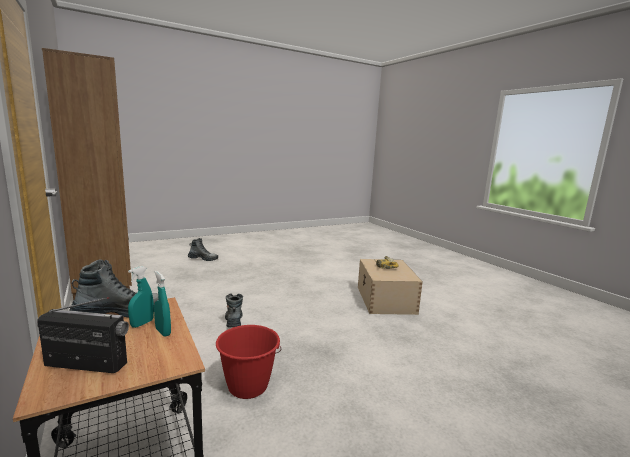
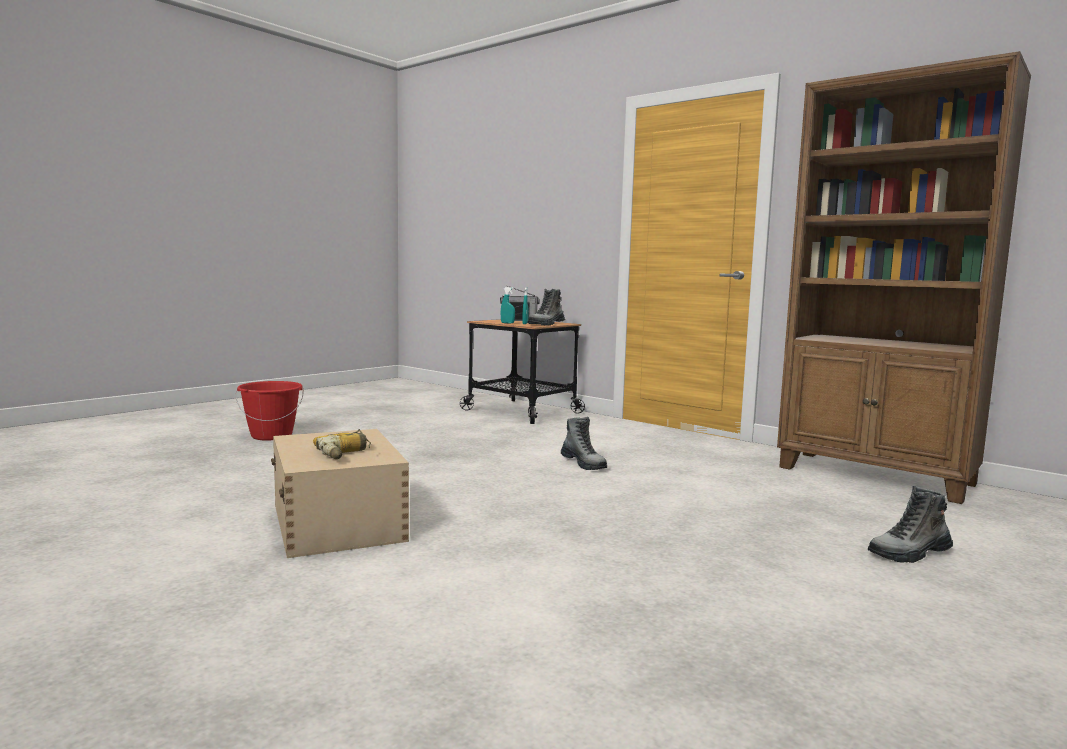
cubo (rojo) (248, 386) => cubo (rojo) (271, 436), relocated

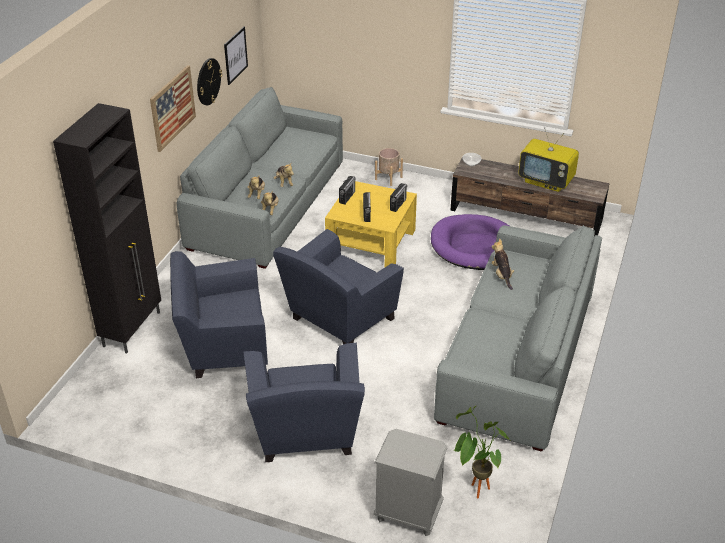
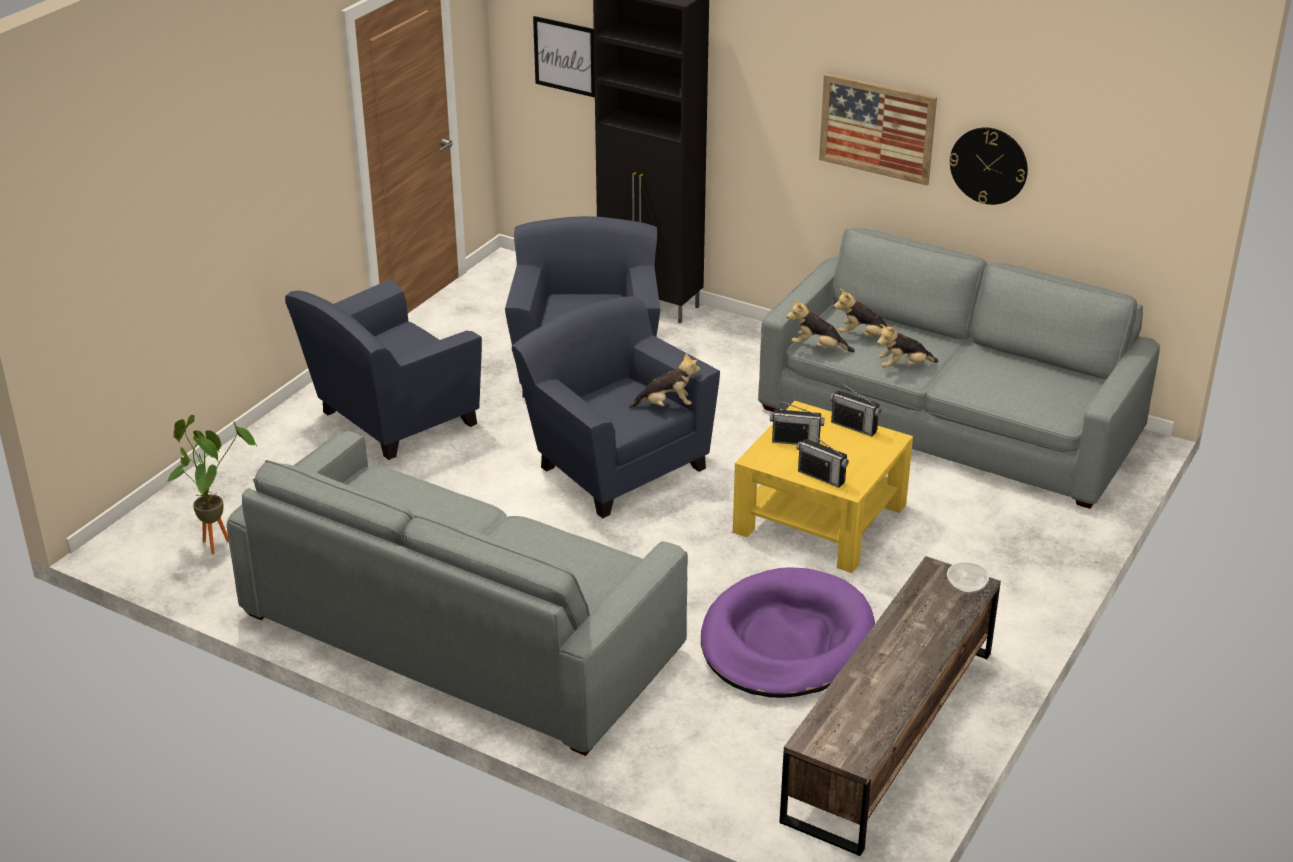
cuadro (235, 55) => cuadro (565, 56), relocated
sillón (azul) (306, 434) => sillón (azul) (390, 420), 45 degrees counterclockwise
mesita de noche (gris) (408, 514) => nothing
maceta (beis) (388, 178) => nothing
peluche (501, 275) => peluche (666, 405), relocated
televisor (546, 181) => nothing

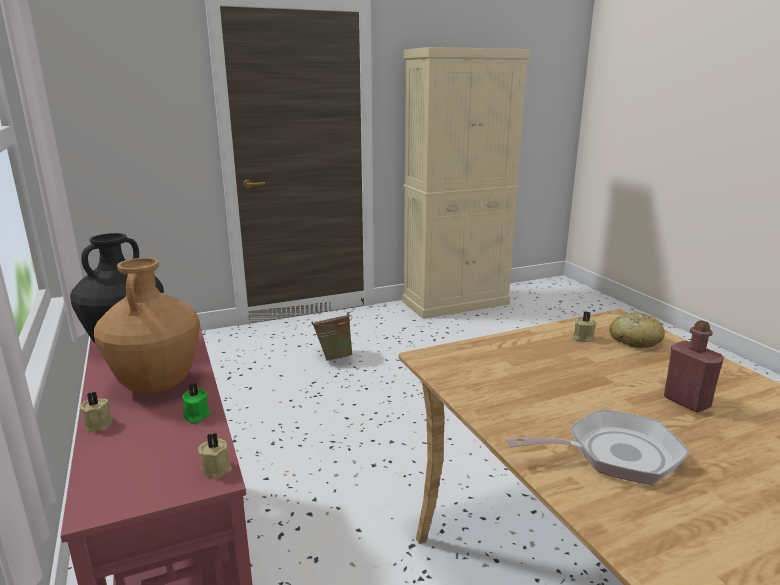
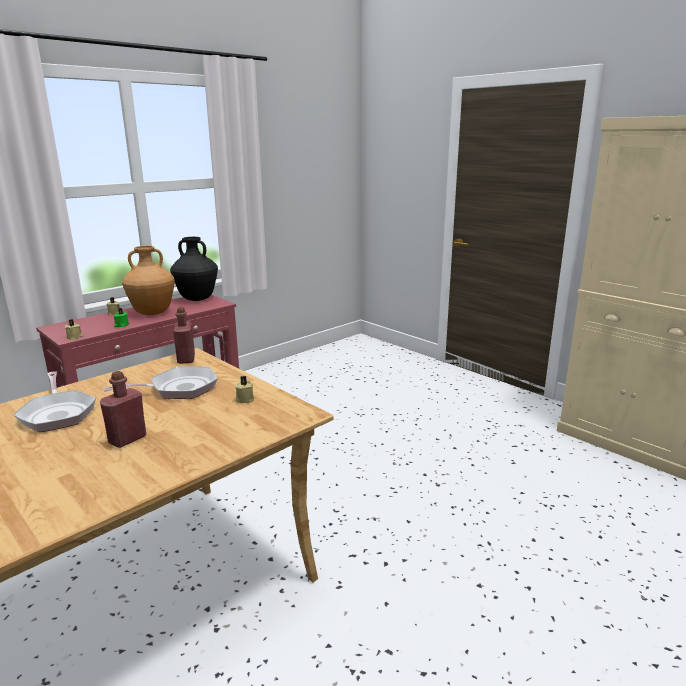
cubo (verde) (334, 357) => nothing
pan (634, 340) => nothing
nothing => sartén (178, 389)
nothing => botella (rojo) (186, 359)

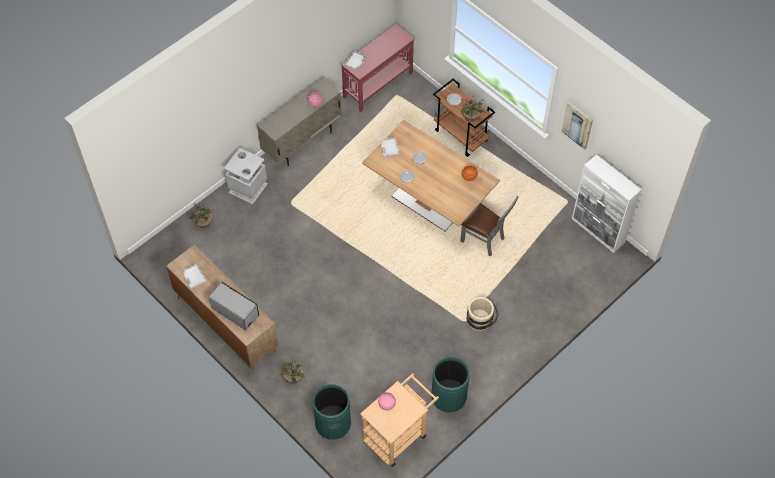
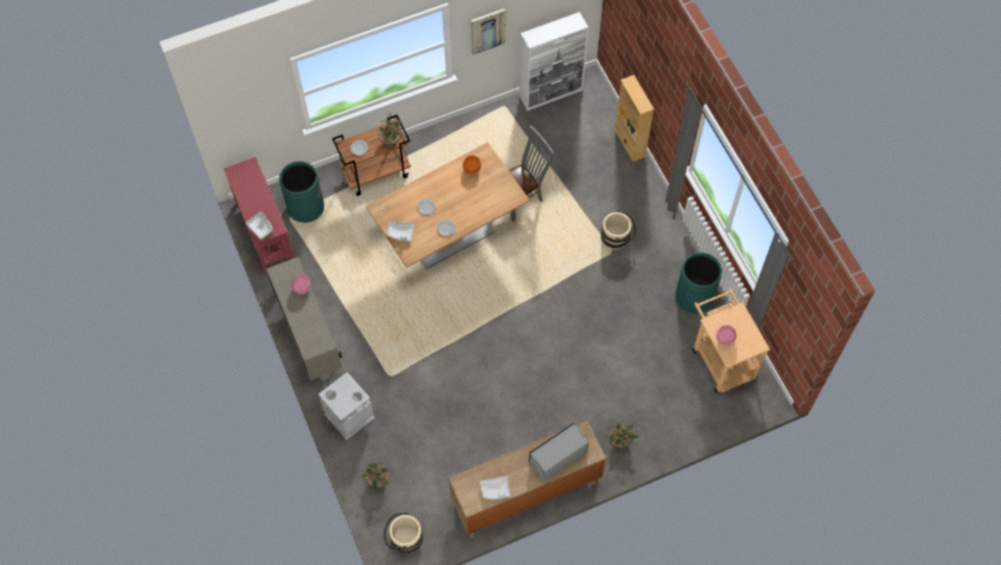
papelera (verde) (333, 423) => papelera (verde) (305, 207), relocated
nothing => cubo (beis) (403, 538)
nothing => estantería (beis) (629, 142)

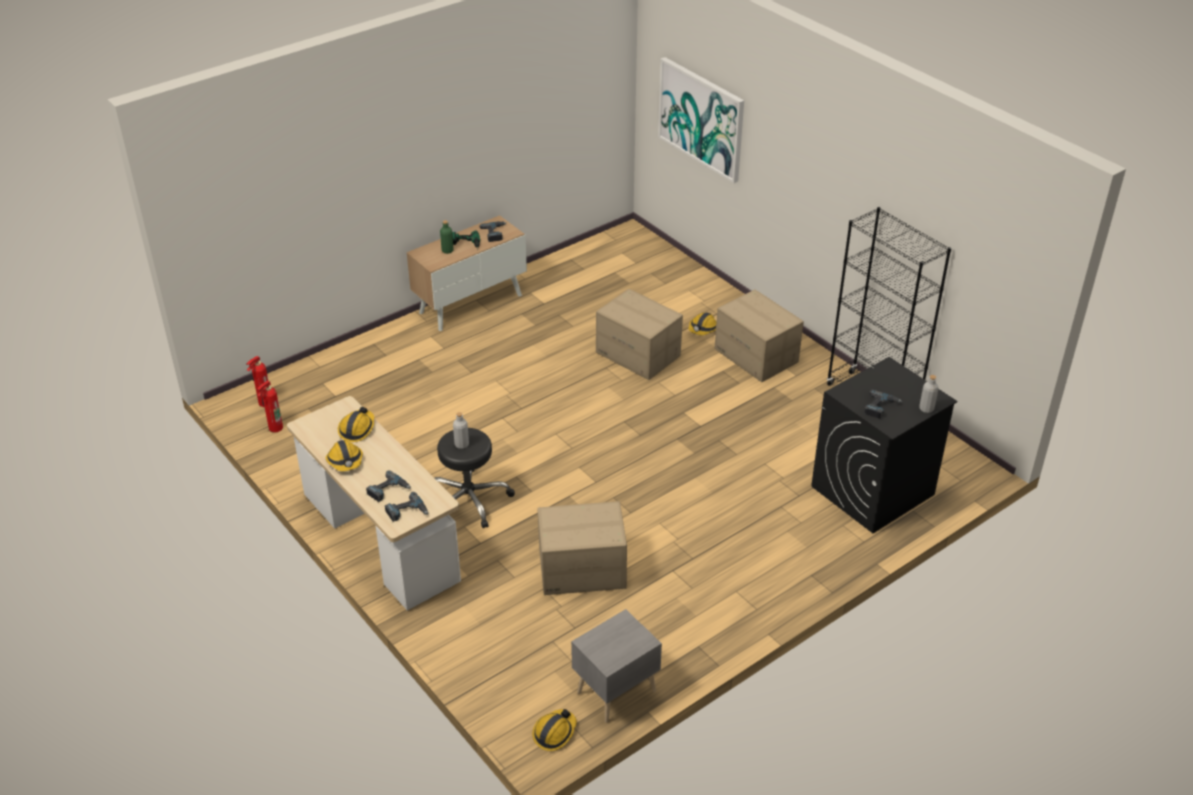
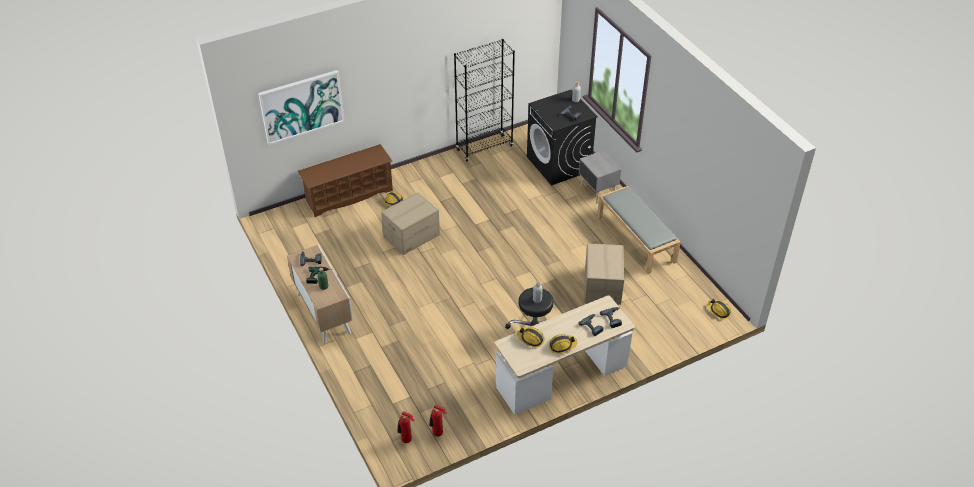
mesita de noche (gris) (614, 691) => mesita de noche (gris) (597, 192), relocated
caja de cartón (756, 355) => nothing
nothing => zapatero (marrón) (349, 195)
nothing => banco (gris) (636, 239)

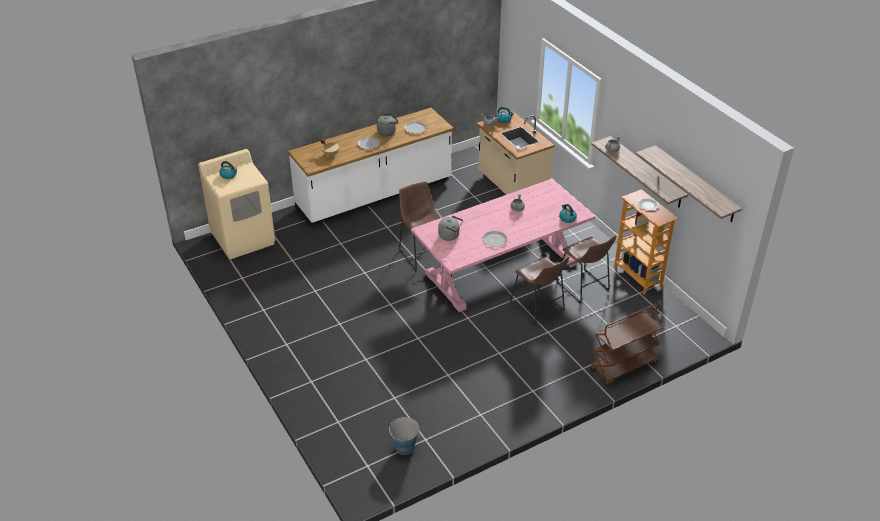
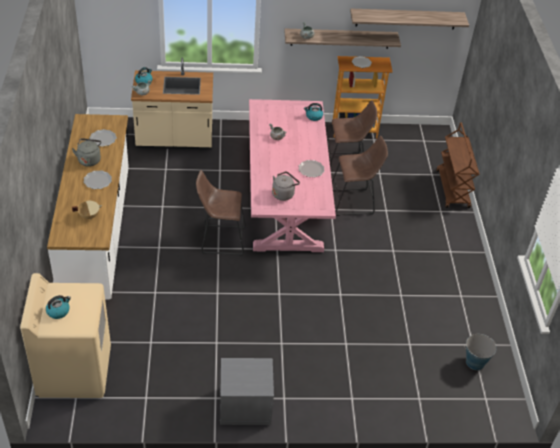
nothing => mesita de noche (gris) (244, 406)

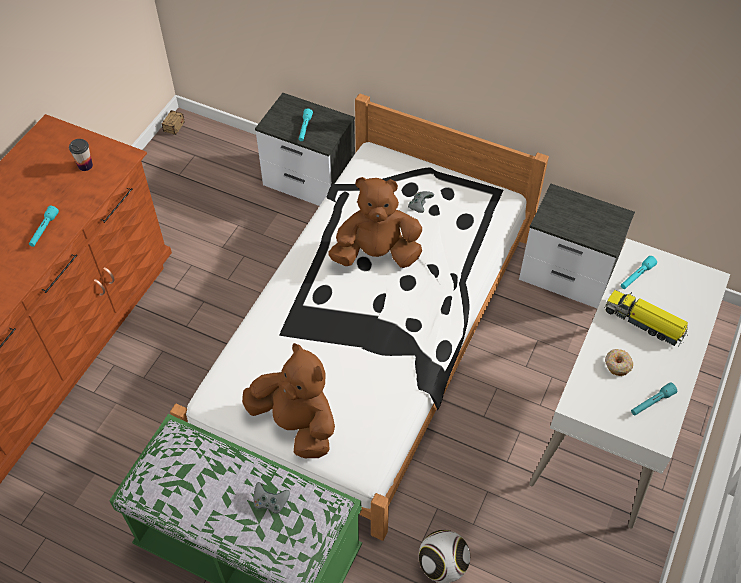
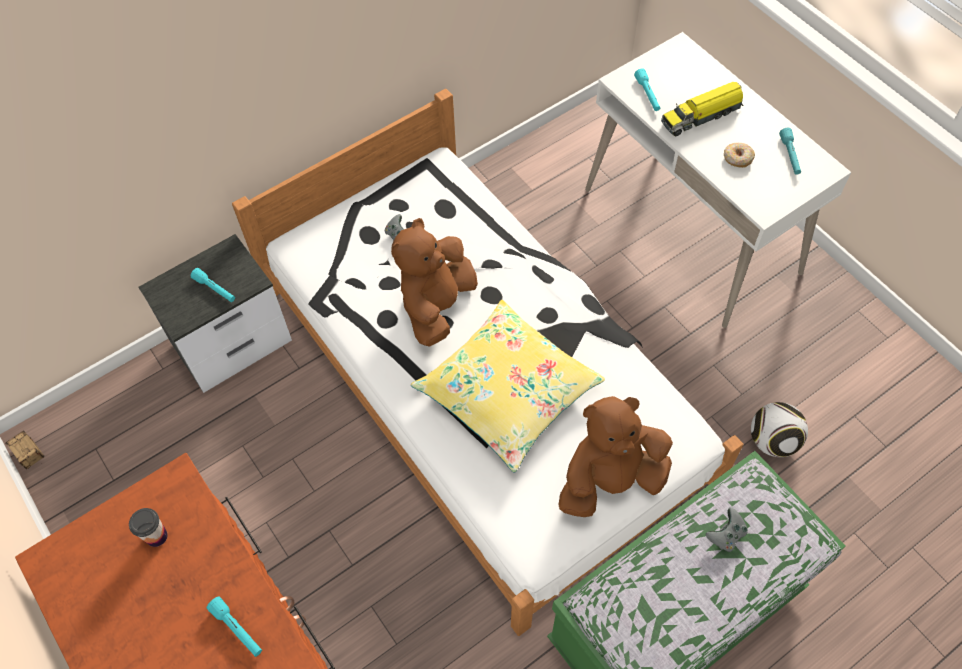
mesita de noche (568, 275) => nothing
nothing => cojín (amarillo) (507, 392)

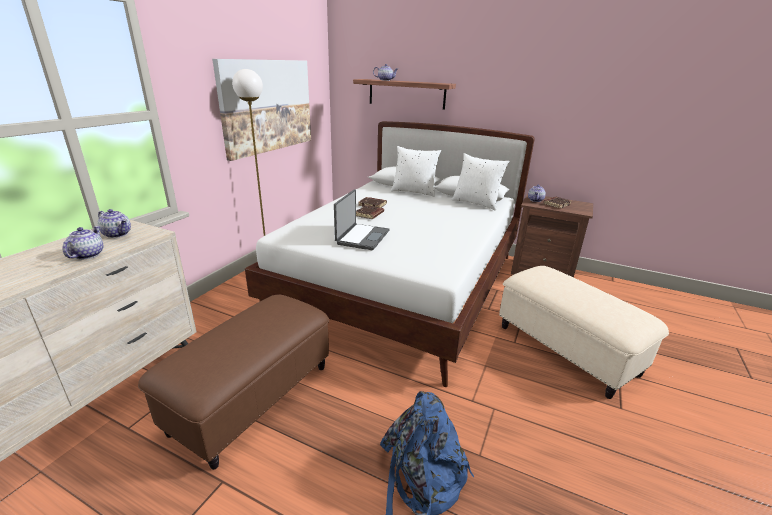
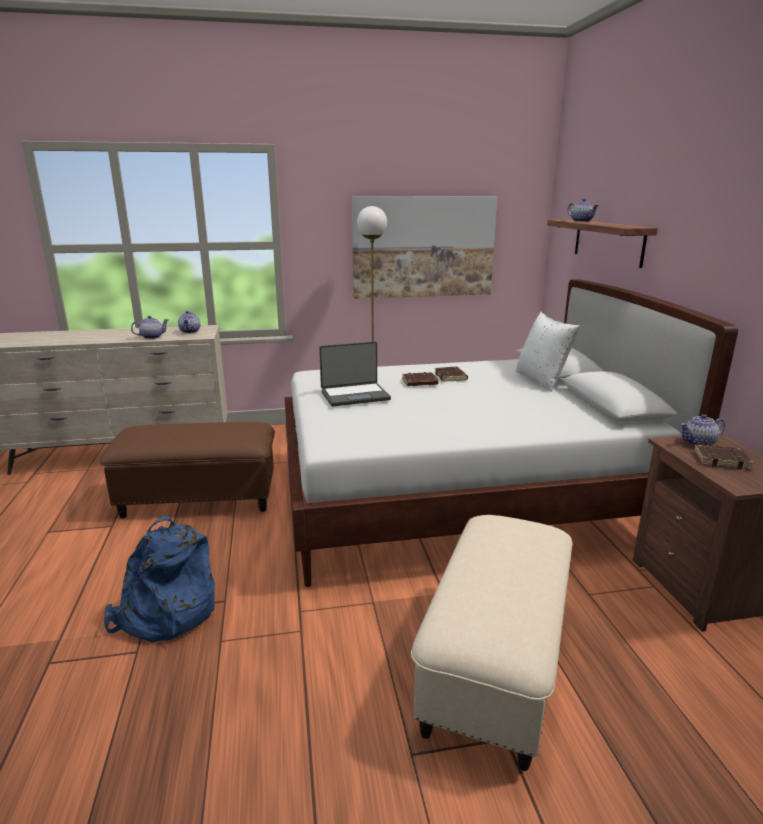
cojín (blanco) (476, 203) => nothing

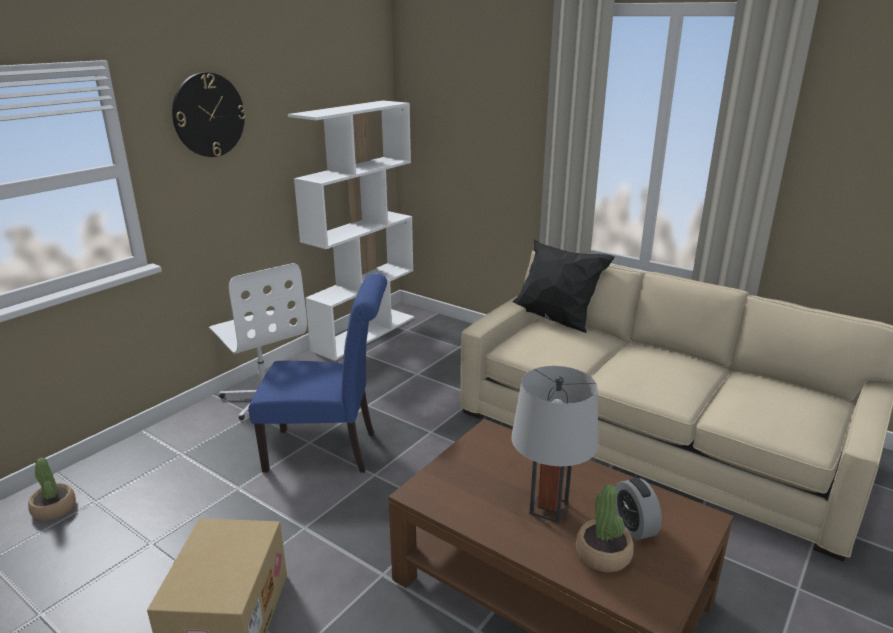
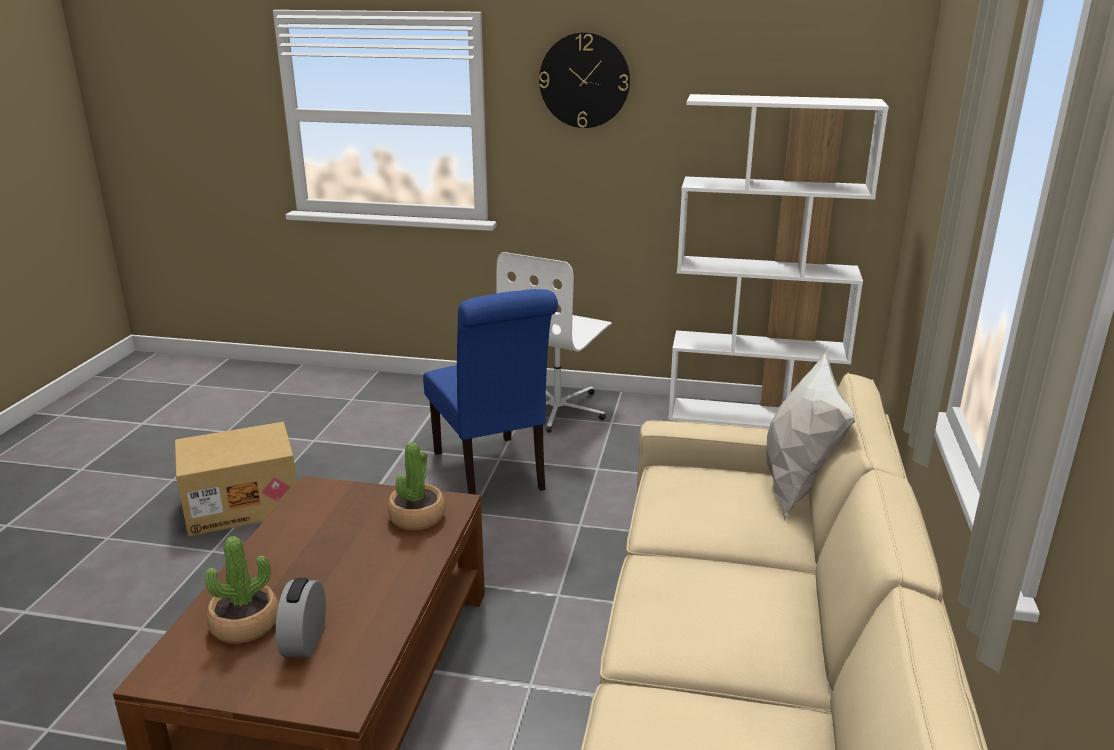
planta en maceta (54, 509) => planta en maceta (417, 517), relocated
lámpara de mesa (gris) (548, 508) => nothing
cojín (negro) (555, 320) => cojín (blanco) (797, 488)
despertador (634, 526) => despertador (305, 641), 45 degrees counterclockwise

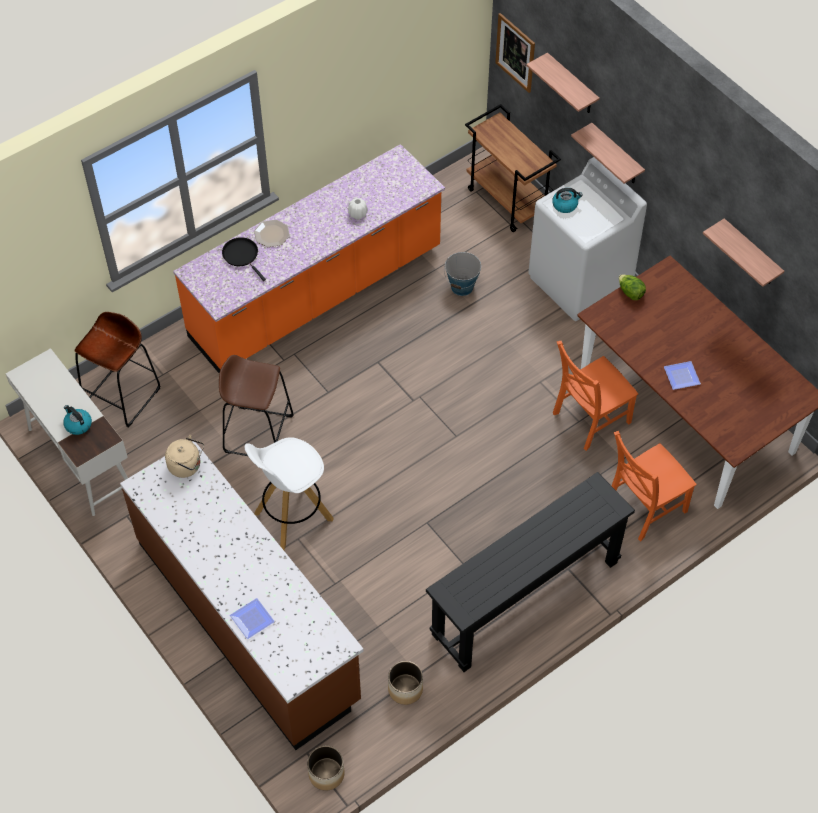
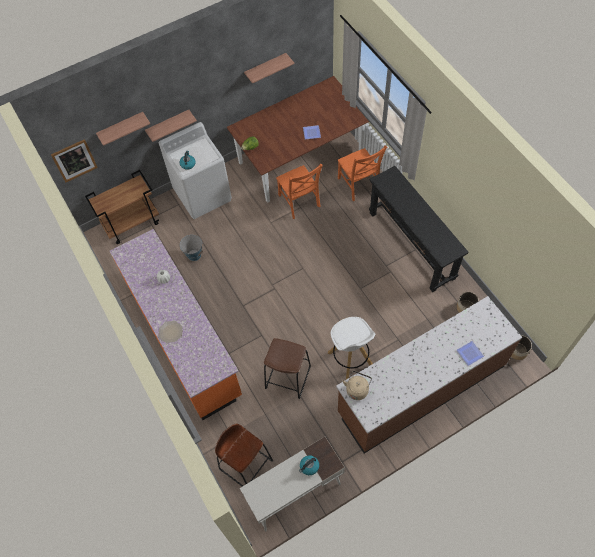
sartén (negro) (242, 255) => nothing

